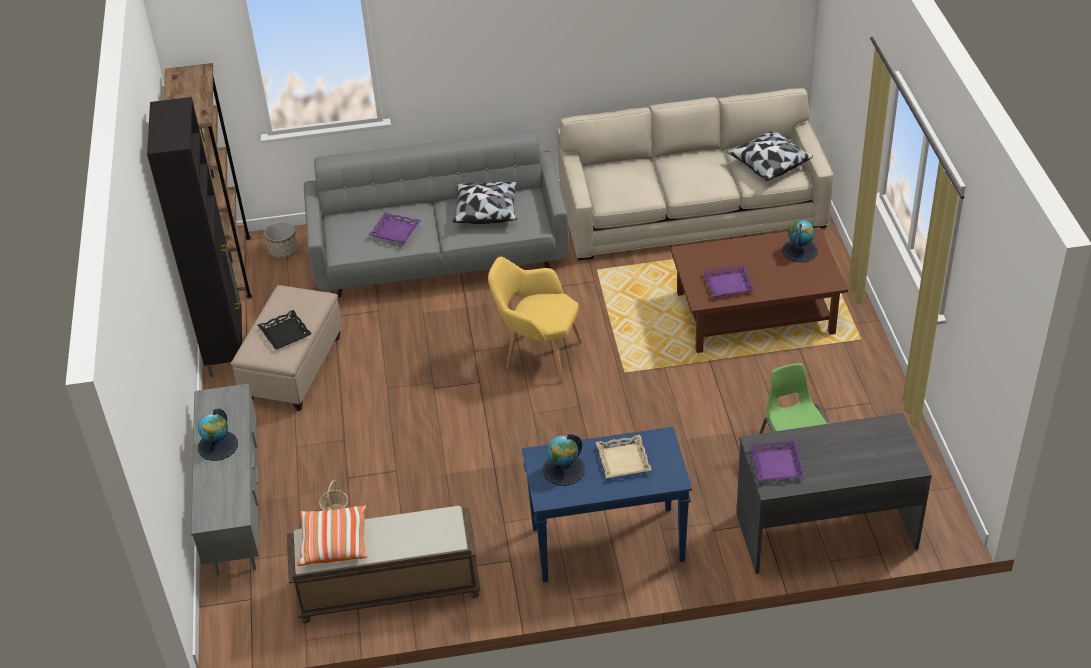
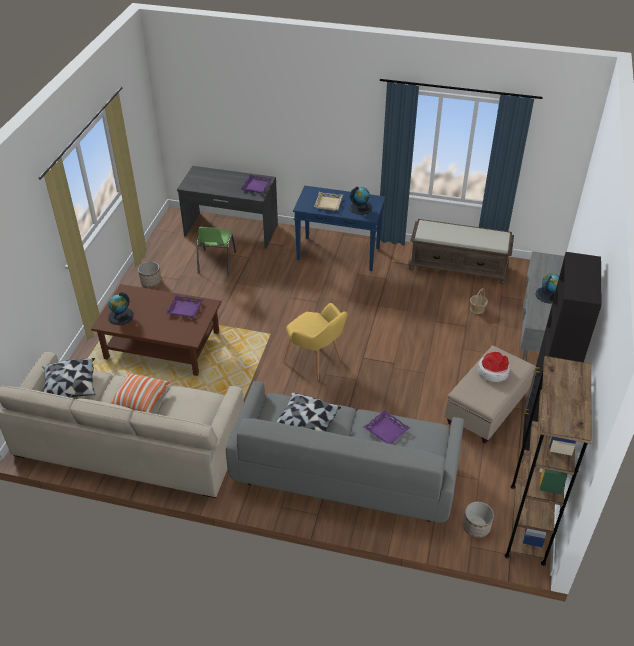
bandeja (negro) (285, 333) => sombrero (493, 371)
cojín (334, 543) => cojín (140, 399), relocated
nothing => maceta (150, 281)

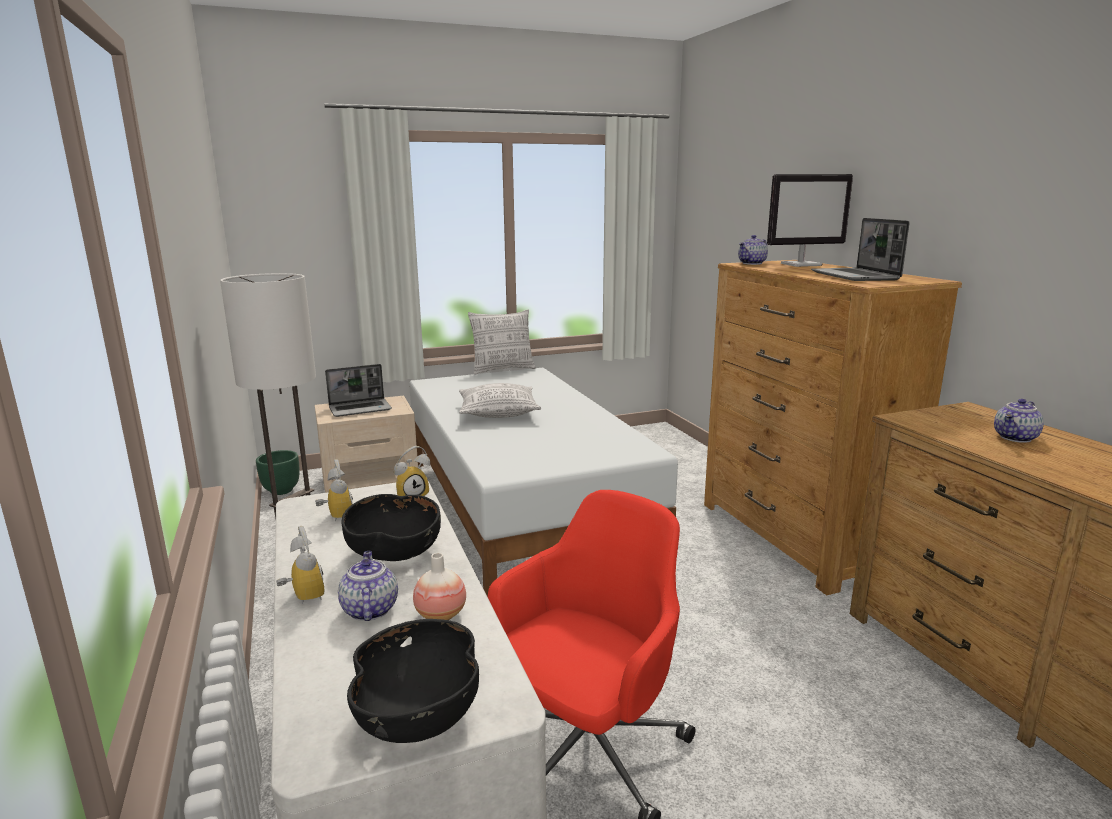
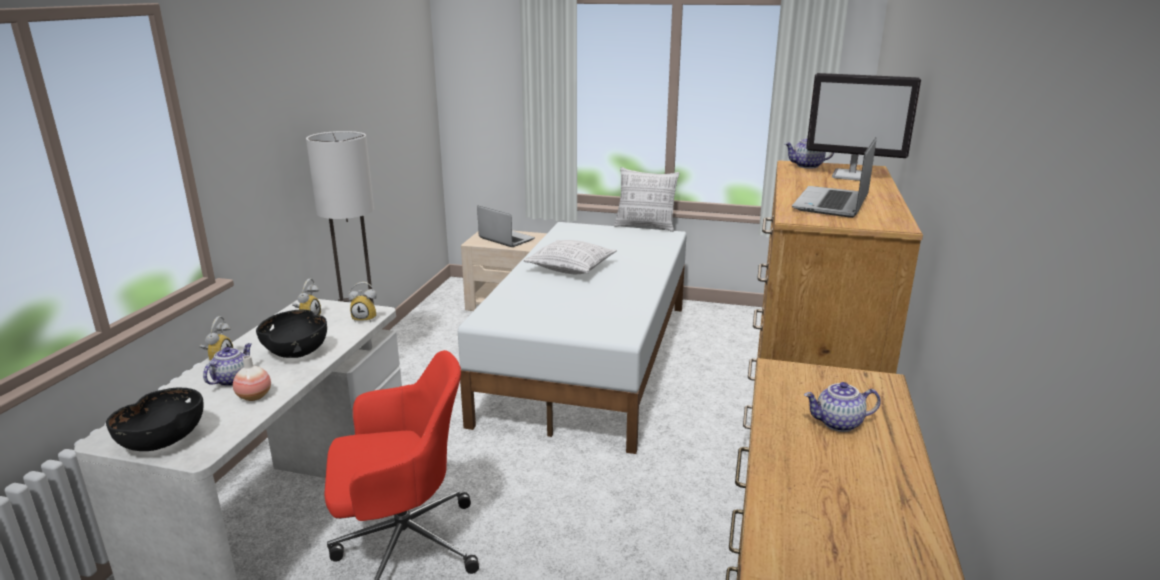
maceta (verde) (281, 491) => nothing
portátil (361, 409) => portátil (505, 239), 150 degrees counterclockwise

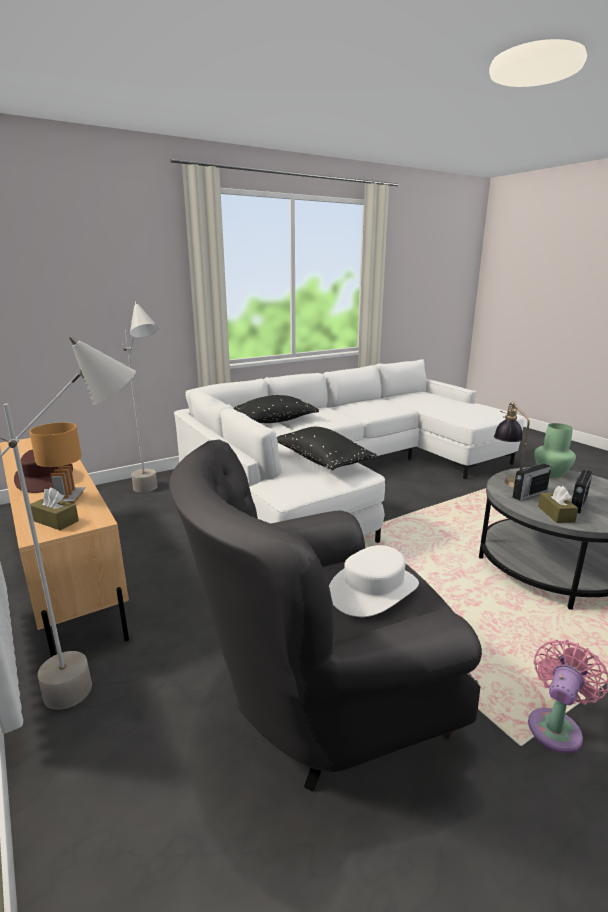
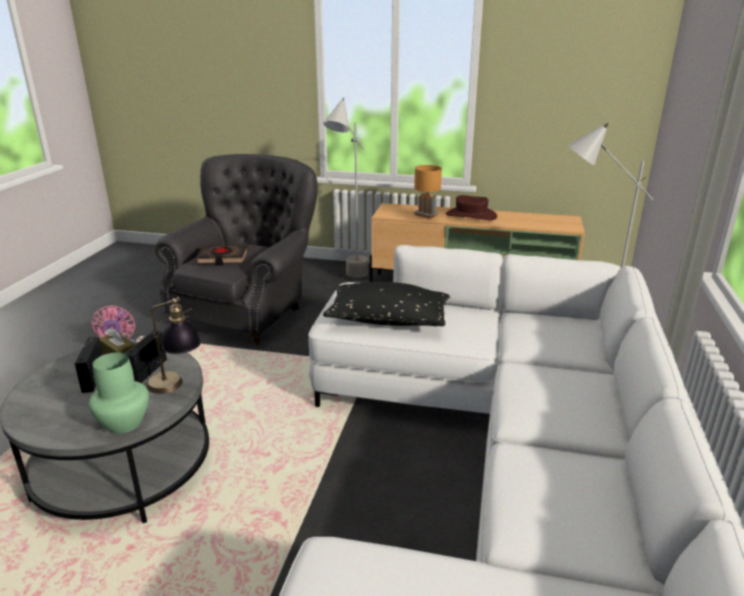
caja de pañuelos (marrón) (55, 521) => nothing
cojín (negro) (274, 421) => nothing
sombrero (blanco) (373, 589) => libro (negro) (222, 258)

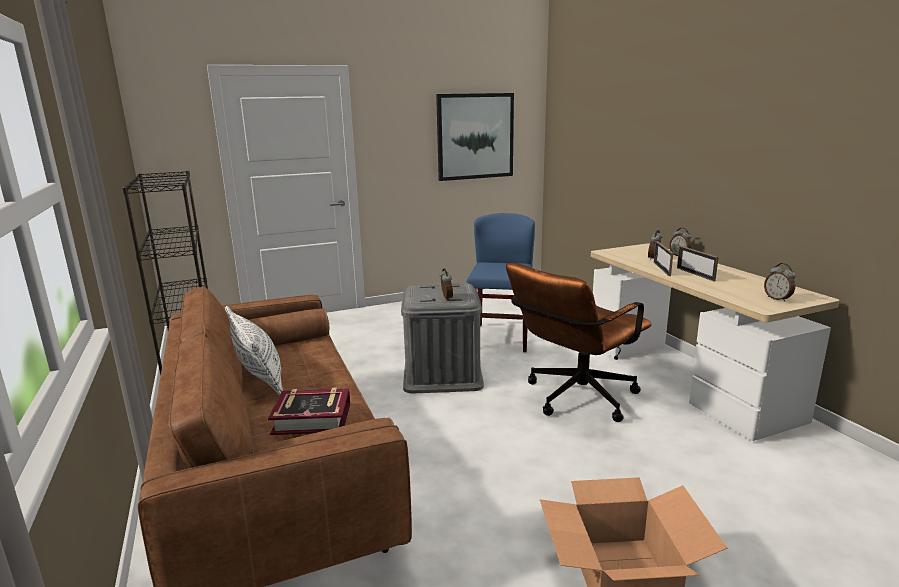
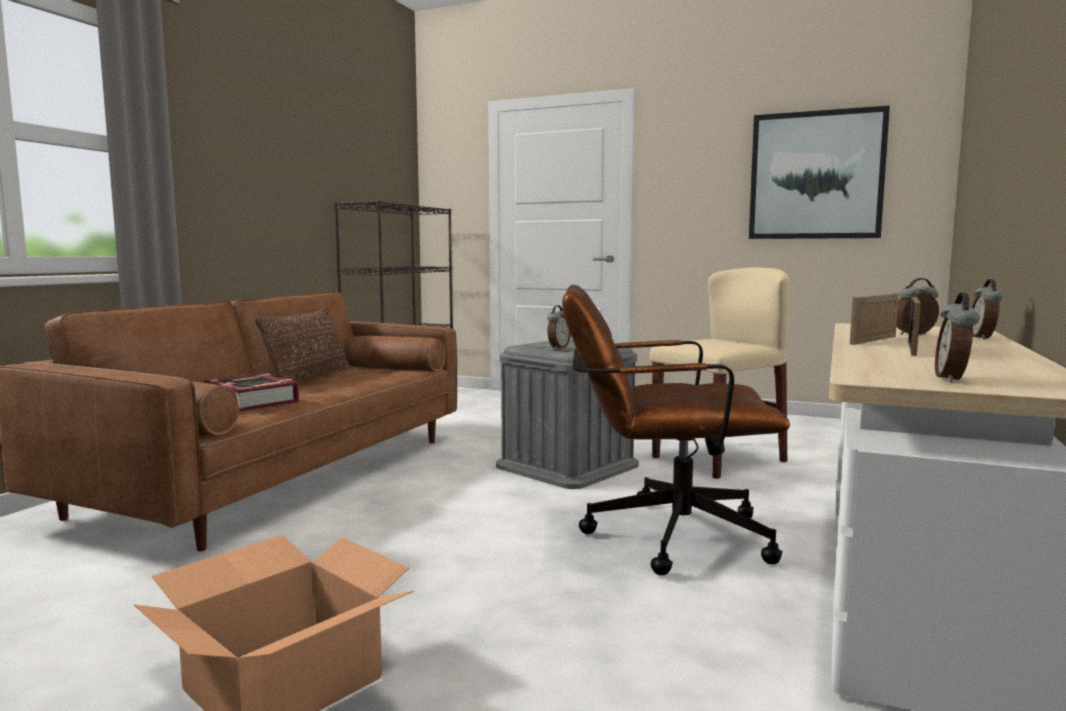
cojín (blanco) (259, 377) => cojín (marrón) (309, 378)
silla (azul) (501, 338) => silla (beis) (718, 459)

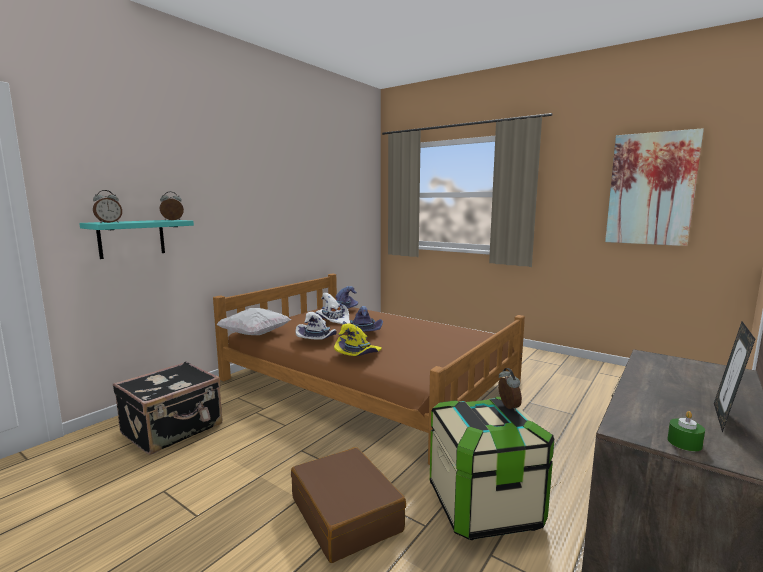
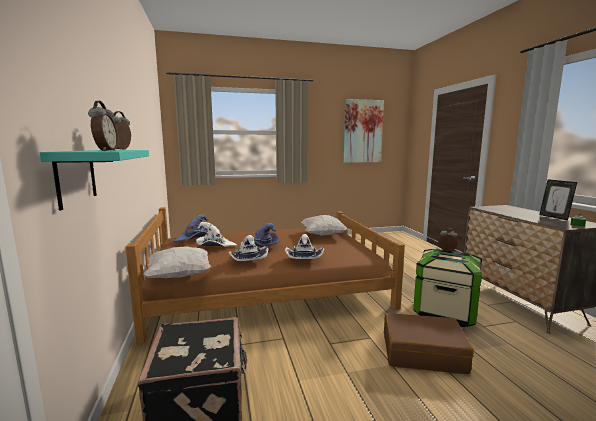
sombrero (amarillo) (357, 355) => sombrero (blanco) (304, 259)
nothing => cojín (blanco) (323, 235)

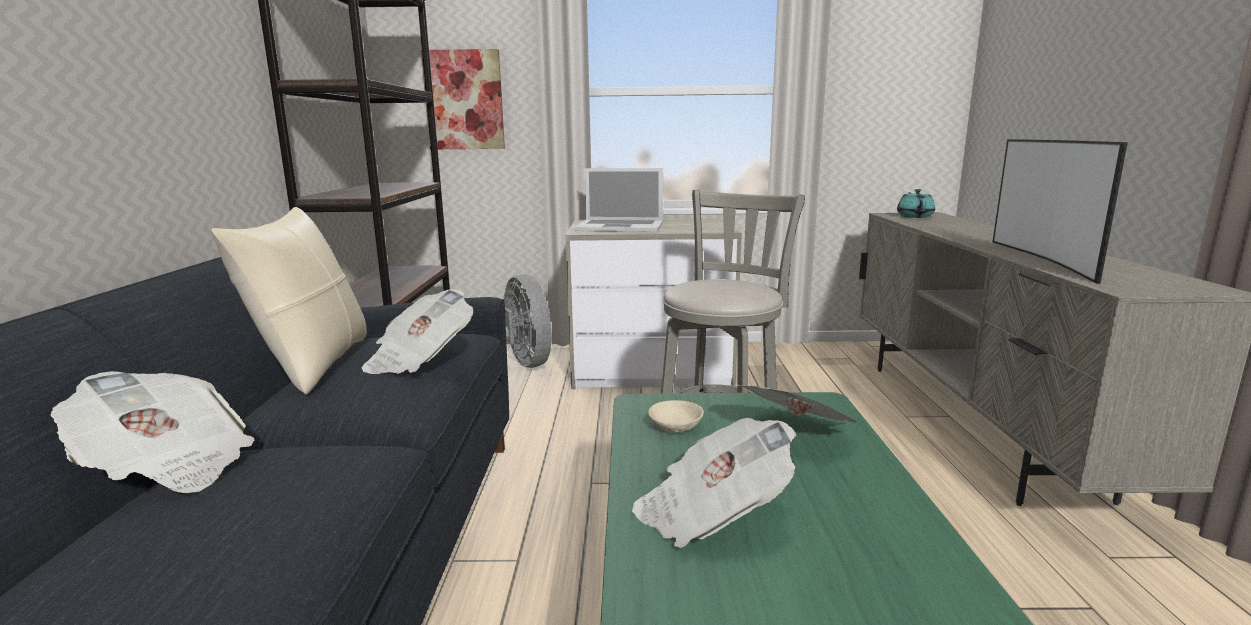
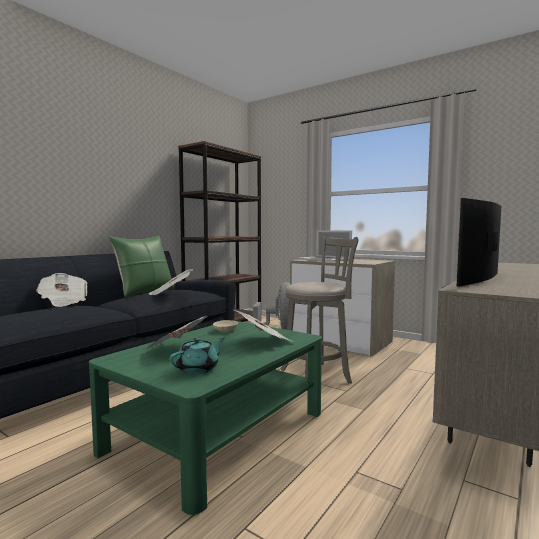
cojín (beis) (313, 364) => cojín (verde) (144, 292)
cuadro (464, 100) => nothing
tetera (turquesa) (914, 216) => tetera (turquesa) (198, 369), relocated

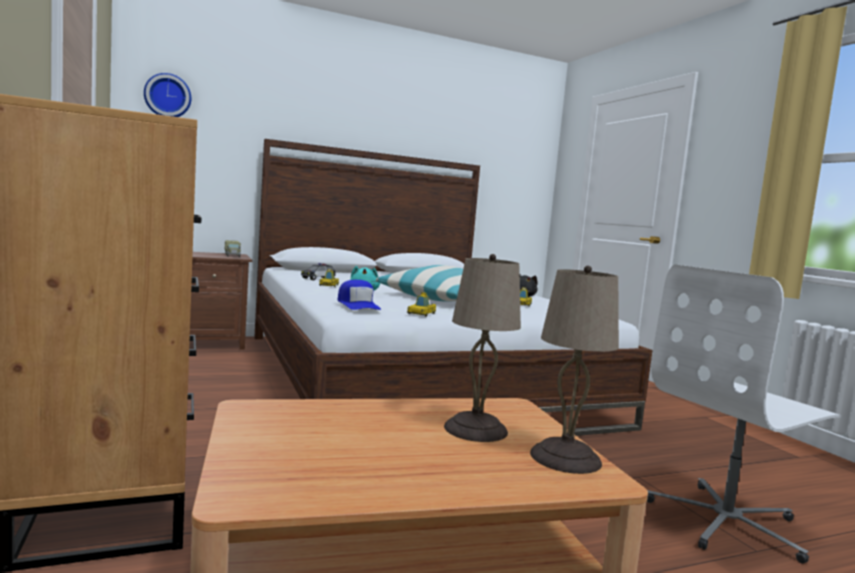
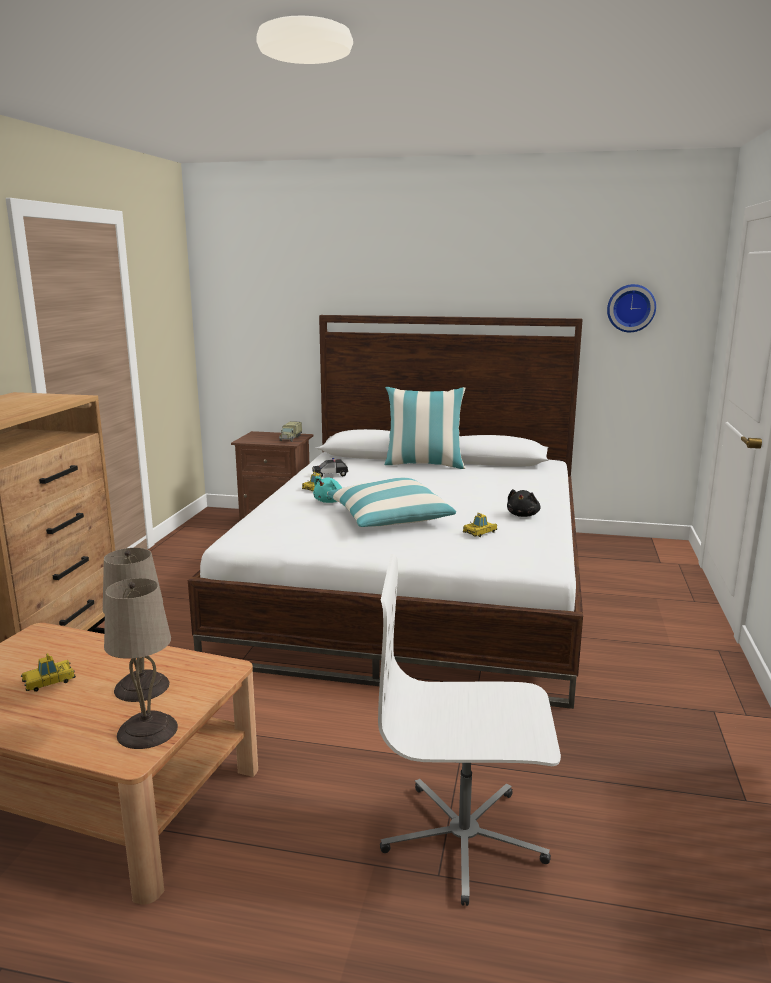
reloj de pared (168, 96) => reloj de pared (631, 308), relocated
gorra (azul) (357, 305) => nothing
coche de juguete (421, 313) => coche de juguete (49, 681), relocated
nothing => cojín (424, 464)

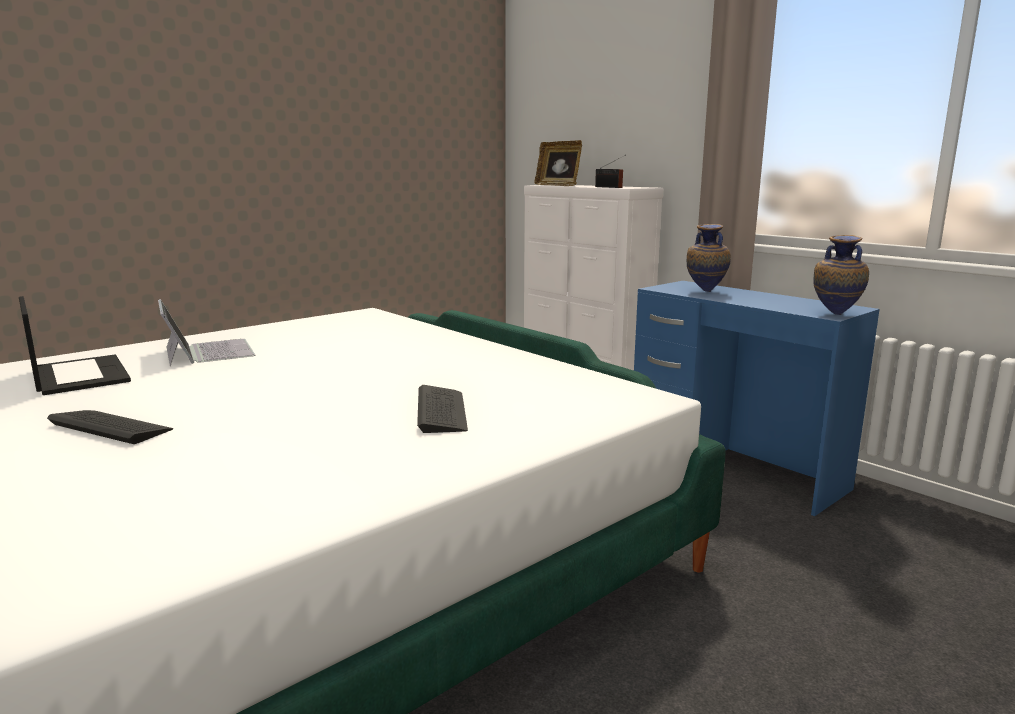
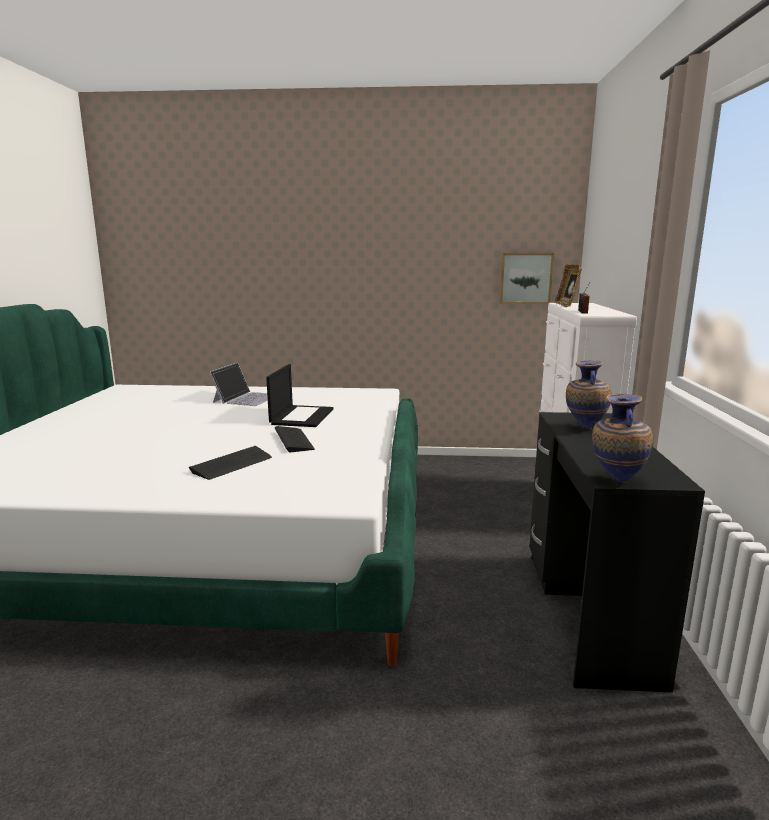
portátil (78, 375) => portátil (301, 416), relocated
teclado (111, 427) => teclado (293, 440), relocated
escritorio (azul) (734, 467) => escritorio (negro) (588, 613)
nothing => cuadro (525, 278)

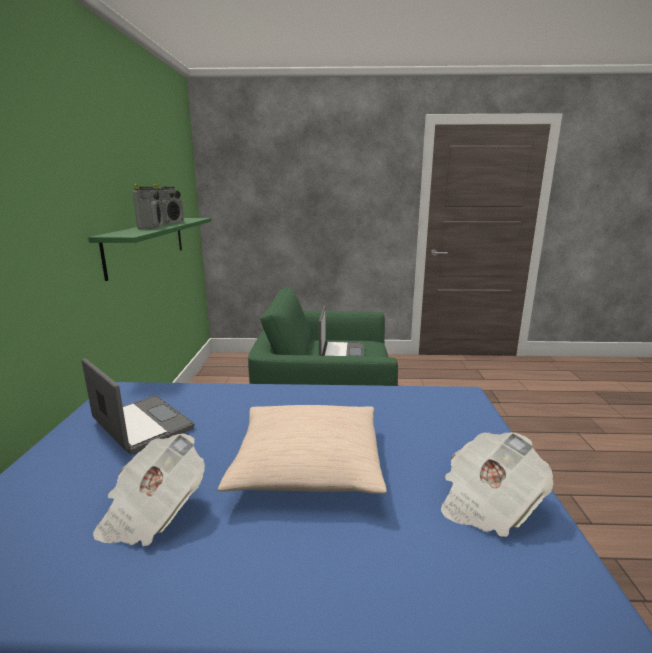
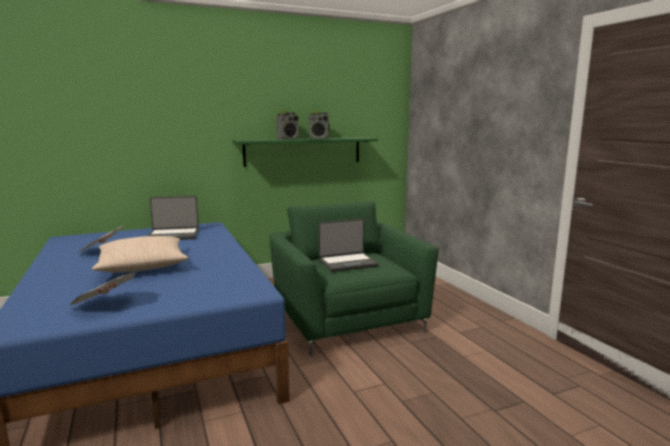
portátil (141, 425) => portátil (173, 235), 60 degrees clockwise

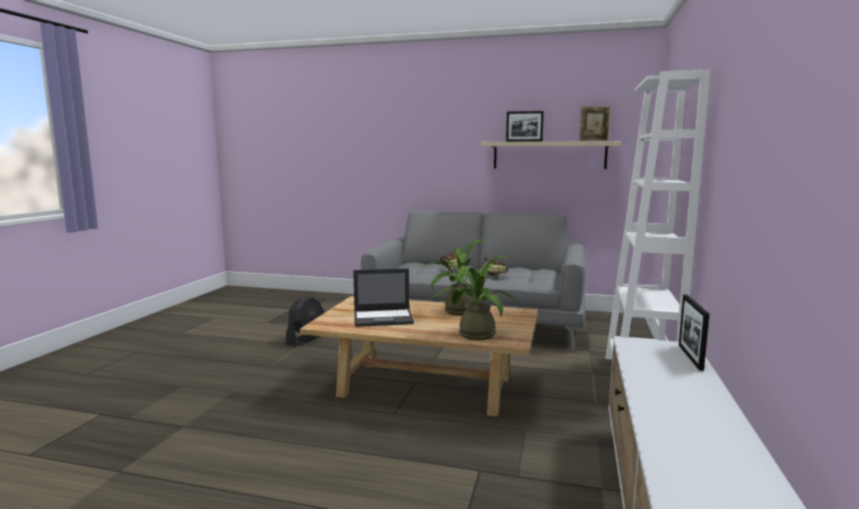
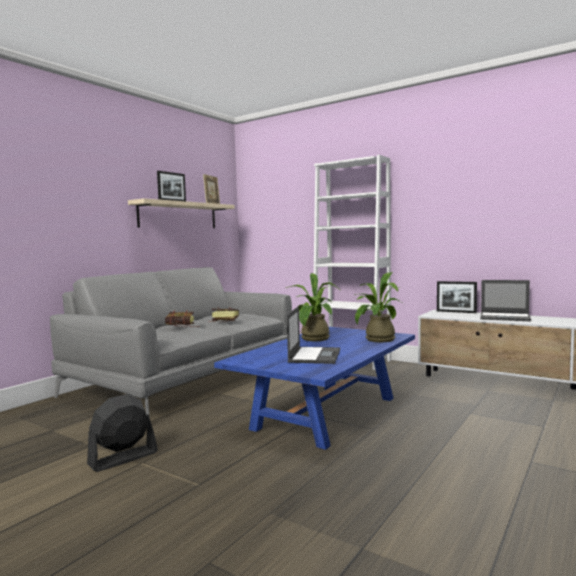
ventilador (negro) (306, 339) => ventilador (negro) (123, 458), 90 degrees counterclockwise
mesa de centro (beis) (426, 387) => mesa de centro (azul) (326, 413)
nothing => portátil (505, 317)

